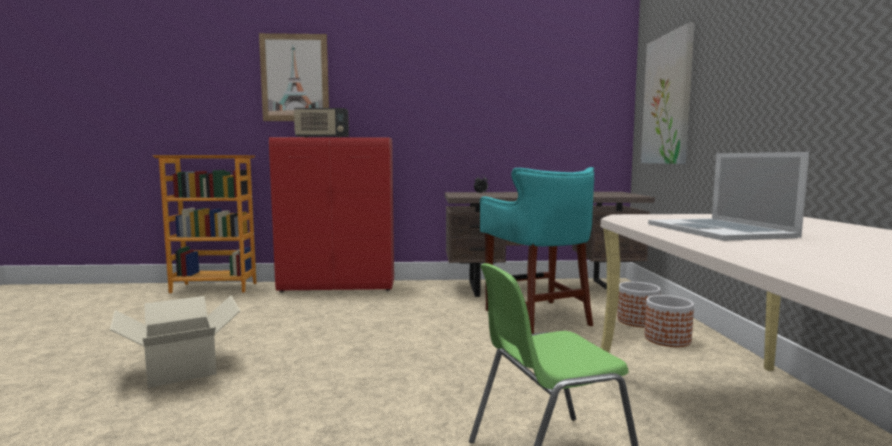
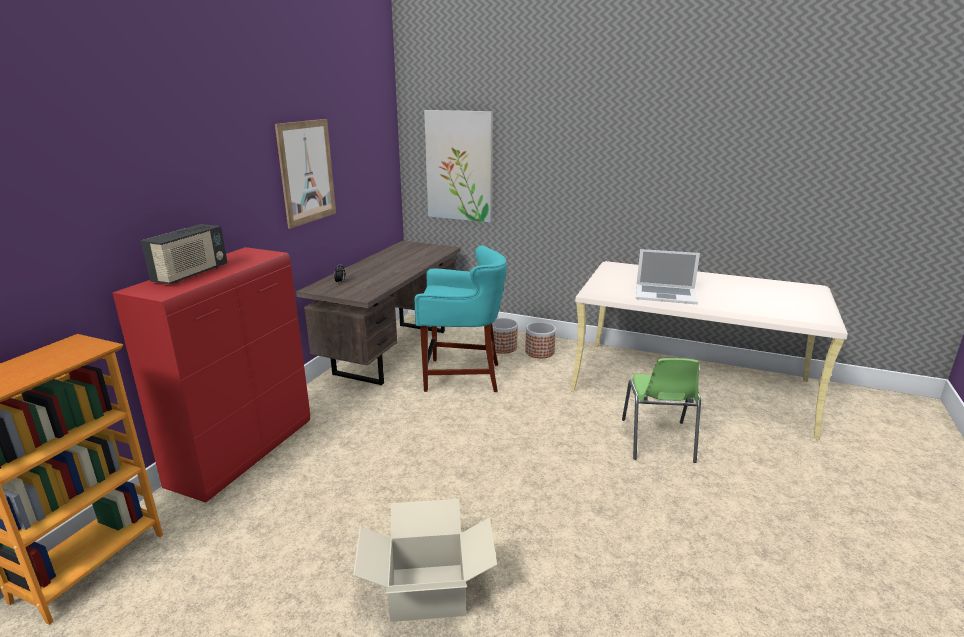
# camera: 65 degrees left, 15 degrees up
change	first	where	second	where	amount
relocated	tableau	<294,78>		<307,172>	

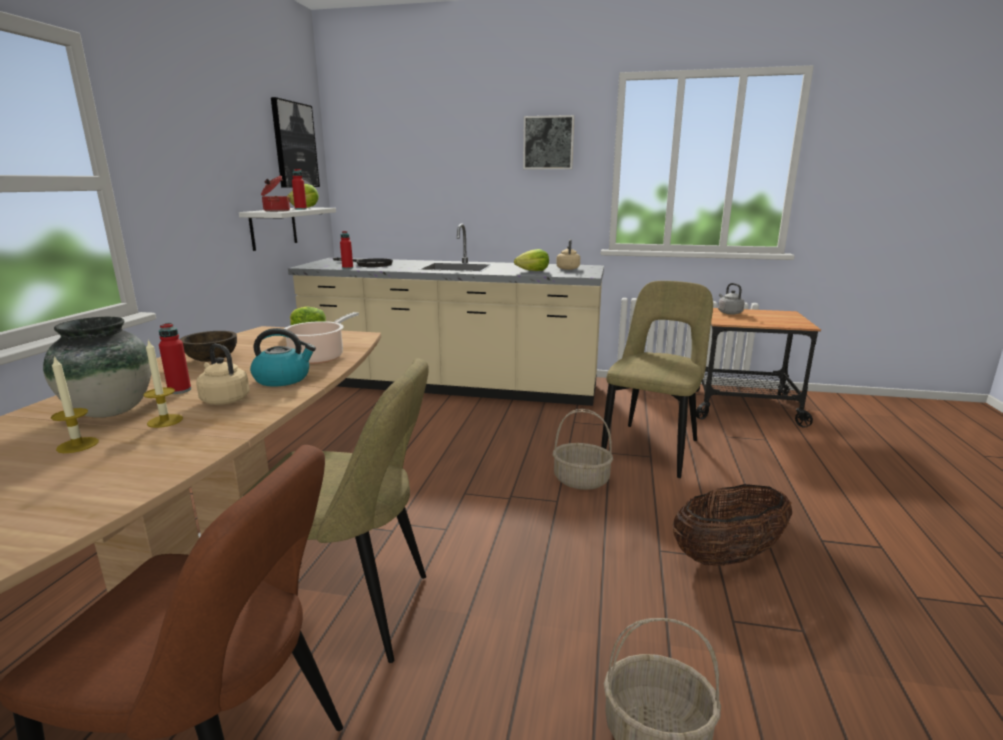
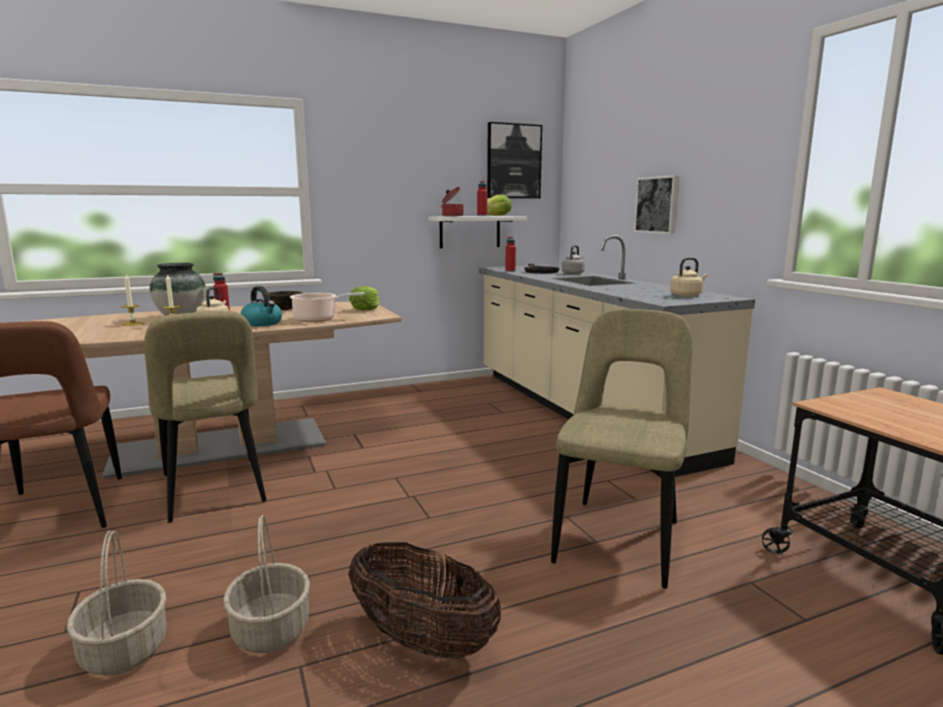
# camera: 55 degrees right, 5 degrees down
change	first	where	second	where	amount
relocated	panier	<581,480>		<271,630>	
spun	chaise (beige)	<652,448>		<620,538>	60 degrees counterclockwise
relocated	bouilloire (gris)	<729,313>		<573,273>	
relocated	tableau	<548,143>		<658,205>	
missing	laitue	<533,271>			

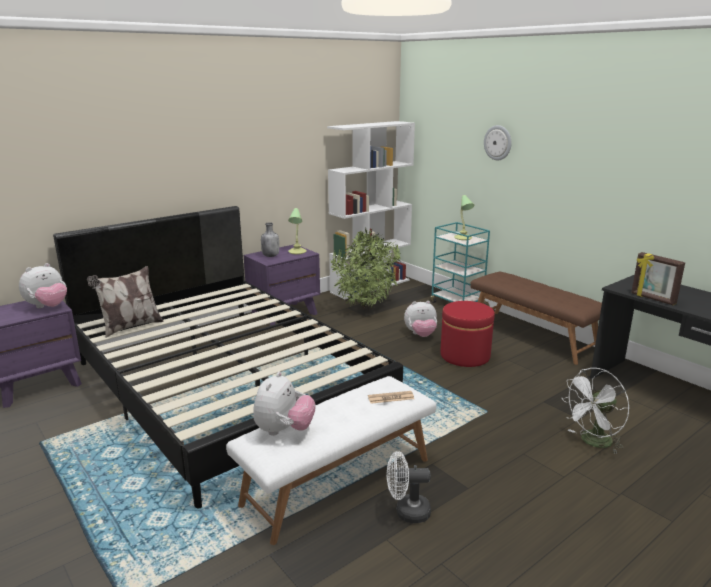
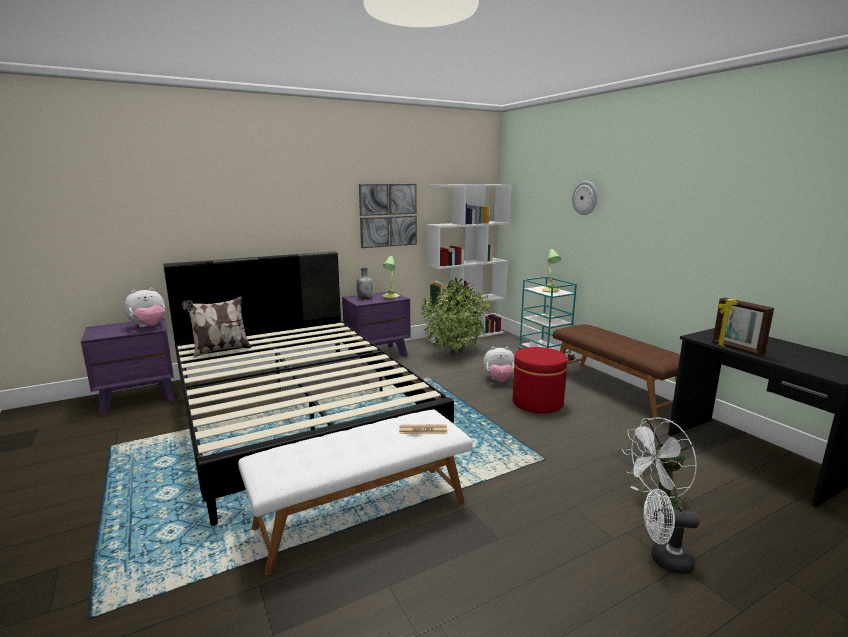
# camera: 10 degrees right, 5 degrees down
change	first	where	second	where	amount
appeared			tableau	<388,215>	
relocated	ventilateur (blanc)	<407,512>		<664,559>	
missing	peluche	<284,430>			

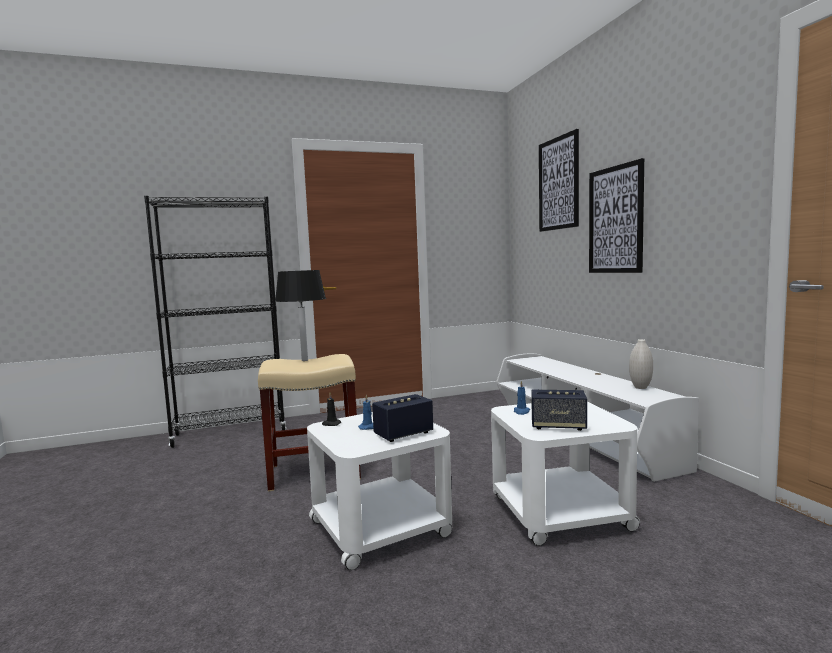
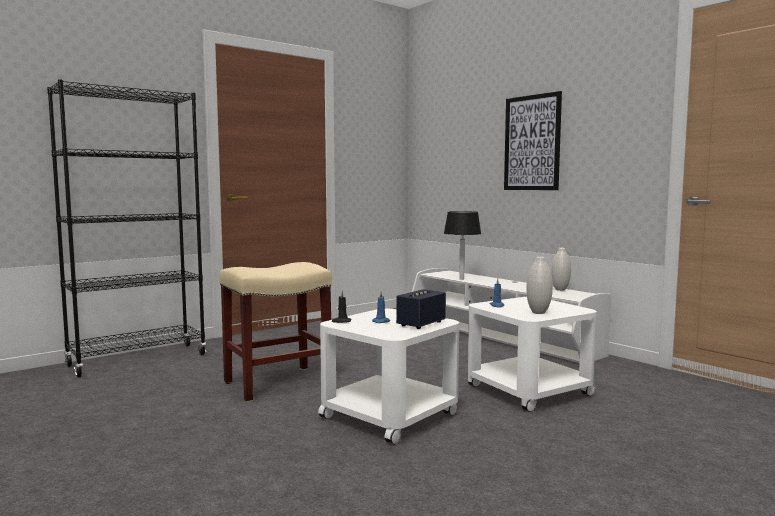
# camera: 20 degrees left, 0 degrees up
change	first	where	second	where	amount
relocated	lampe de table (noir)	<304,360>		<461,279>	
exchanged	enceinte	<558,426>	vase (blanc)	<538,312>	
missing	tableau	<558,183>			

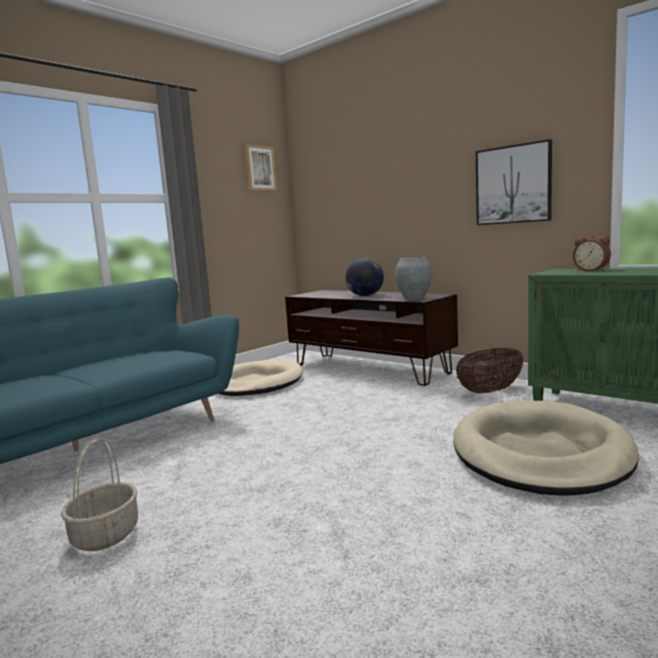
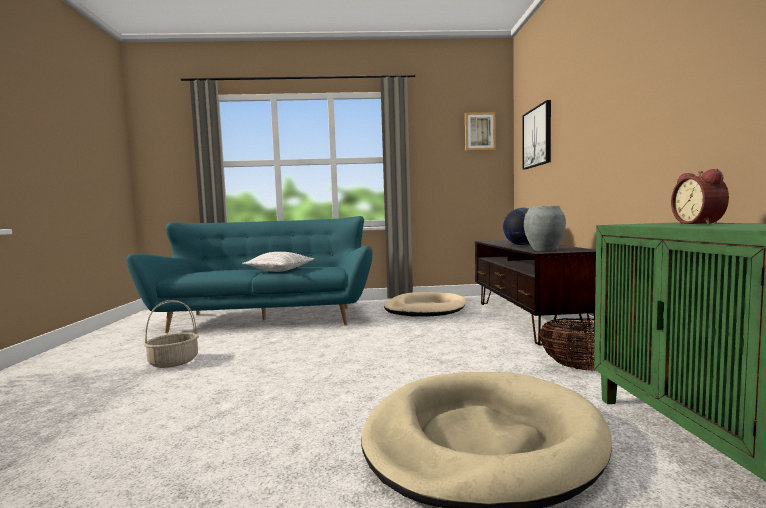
# camera: 45 degrees right, 5 degrees down
change	first	where	second	where	amount
appeared			coussin	<280,270>	
relocated	tableau	<513,184>		<537,137>	

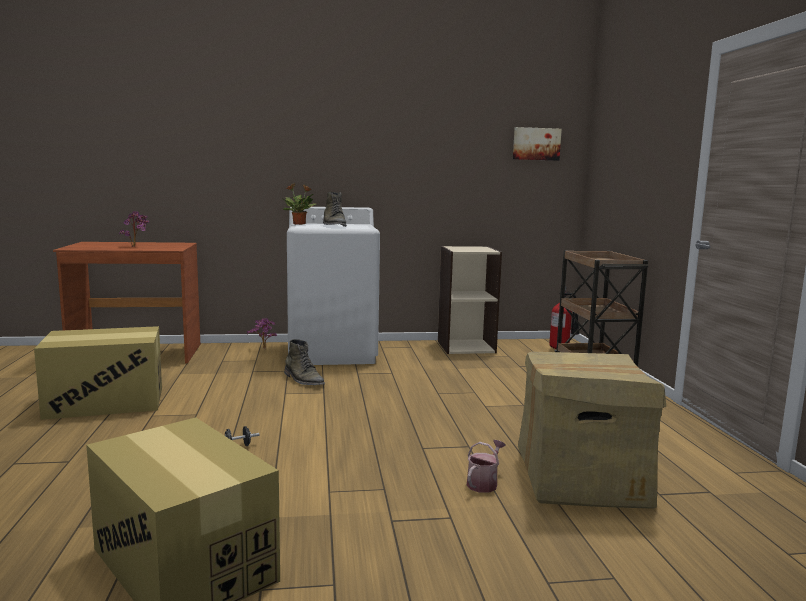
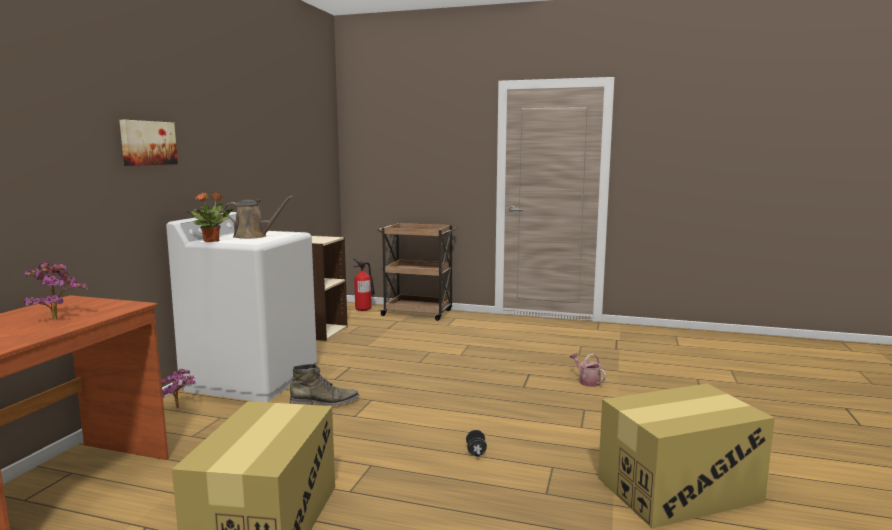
# camera: 65 degrees left, 0 degrees up
change	first	where	second	where	amount
relocated	tableau	<536,144>		<147,143>	
exchanged	botte (vert)	<334,226>	arrosoir (marron)	<253,236>	
missing	carton	<580,477>			

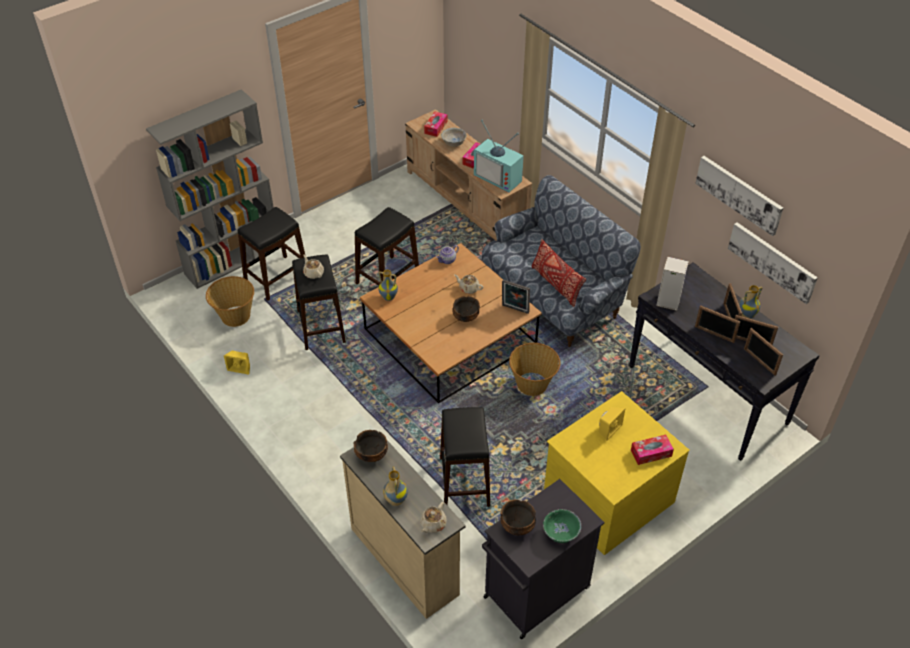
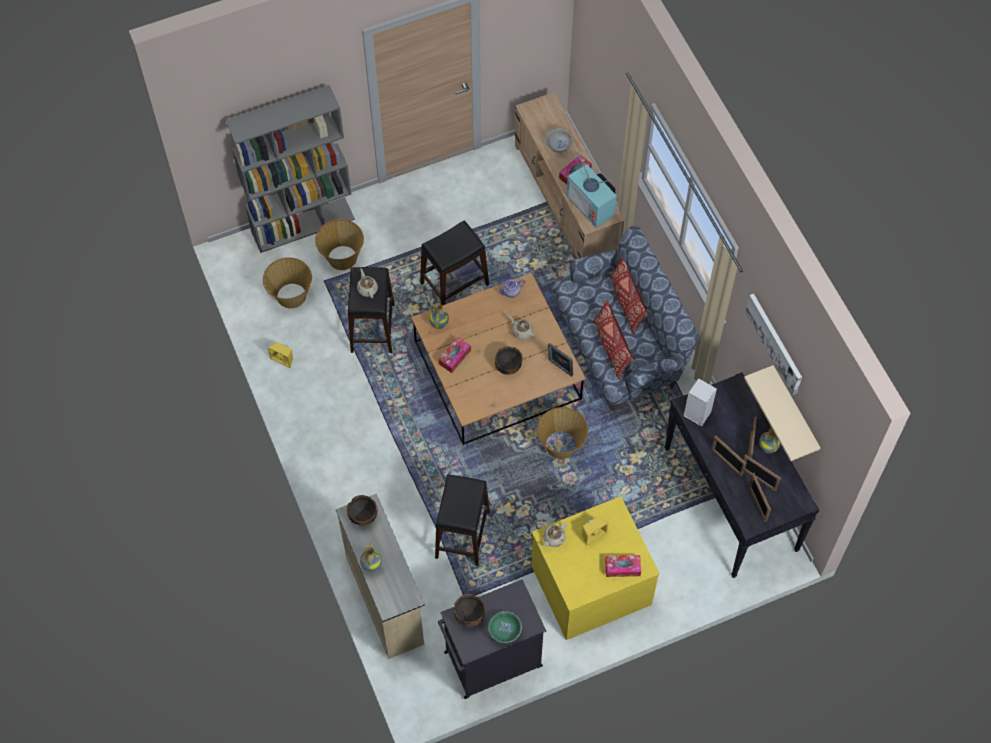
# camera: 15 degrees right, 15 degrees up
change	first	where	second	where	amount
exchanged	tabouret (noir)	<276,278>	panier	<342,257>	
relocated	boîte à mouchoirs	<435,127>		<454,357>	
relocated	théière (beige)	<432,524>		<553,538>	
appeared			coussin (rouge)	<627,303>	
exchanged	tableau	<772,261>	étagère (beige)	<794,413>	

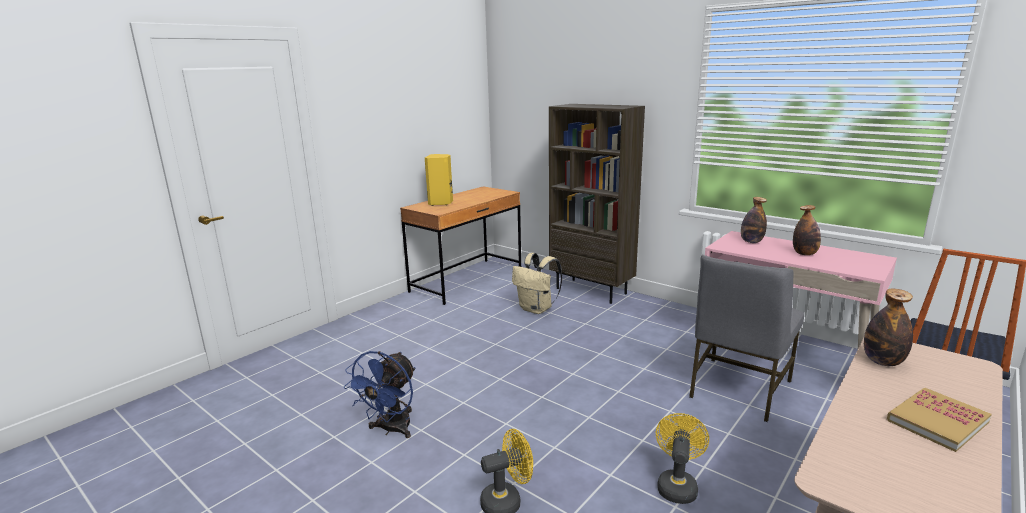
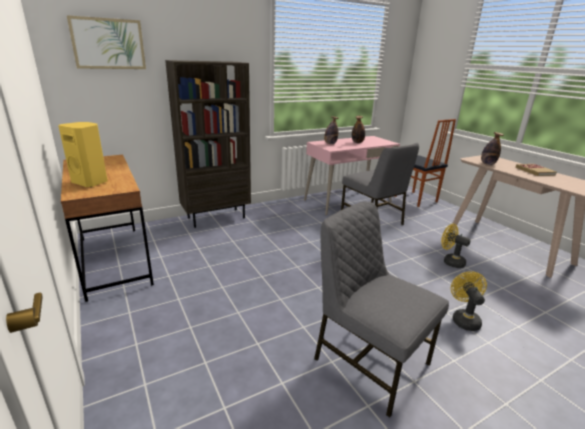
# camera: 70 degrees left, 5 degrees up
change	first	where	second	where	amount
appeared			tableau	<108,44>	
exchanged	ventilateur (bleu)	<391,430>	chaise (gris)	<369,361>	
missing	sac à dos (beige)	<537,309>			

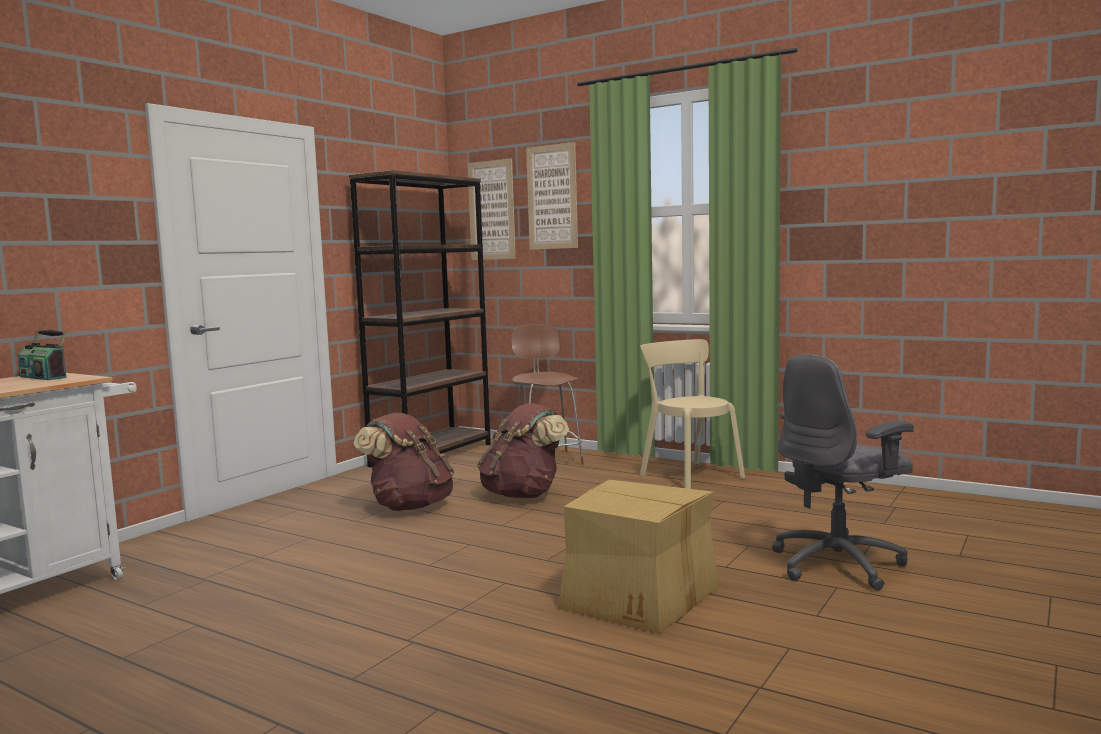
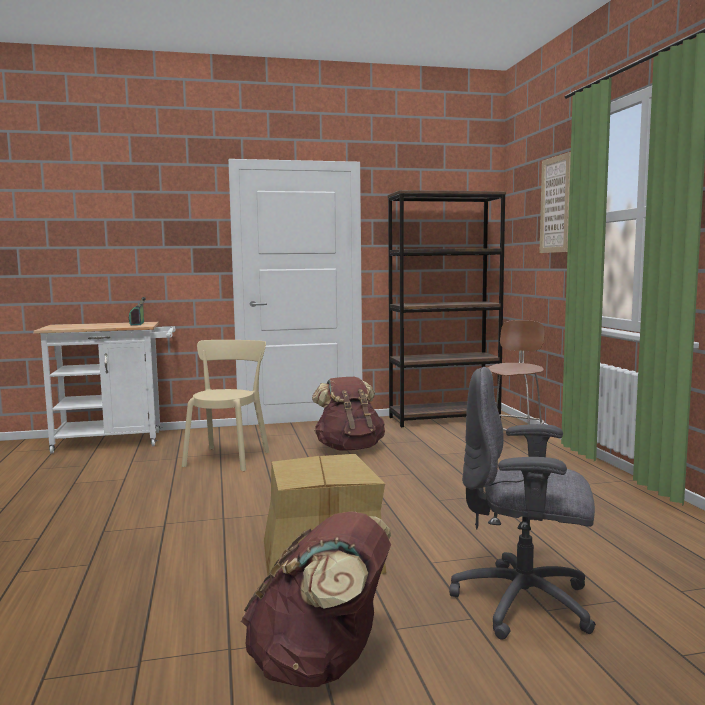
# camera: 45 degrees right, 0 degrees up
change	first	where	second	where	amount
relocated	chaise (beige)	<688,475>		<228,458>	
relocated	sac à dos (marron)	<523,495>		<321,665>	
missing	tableau	<491,210>			

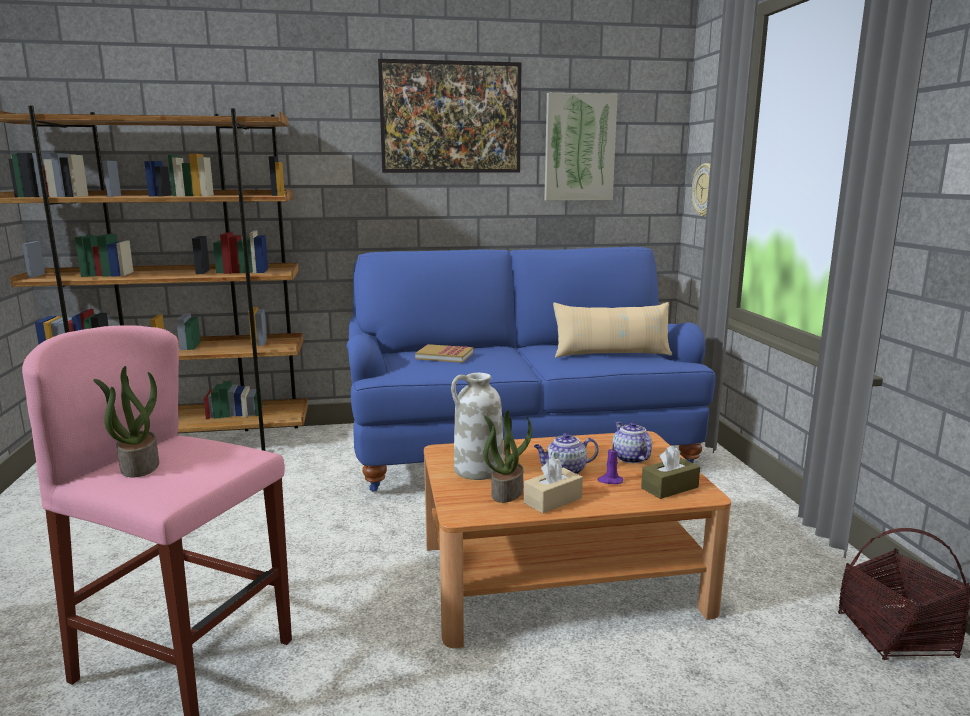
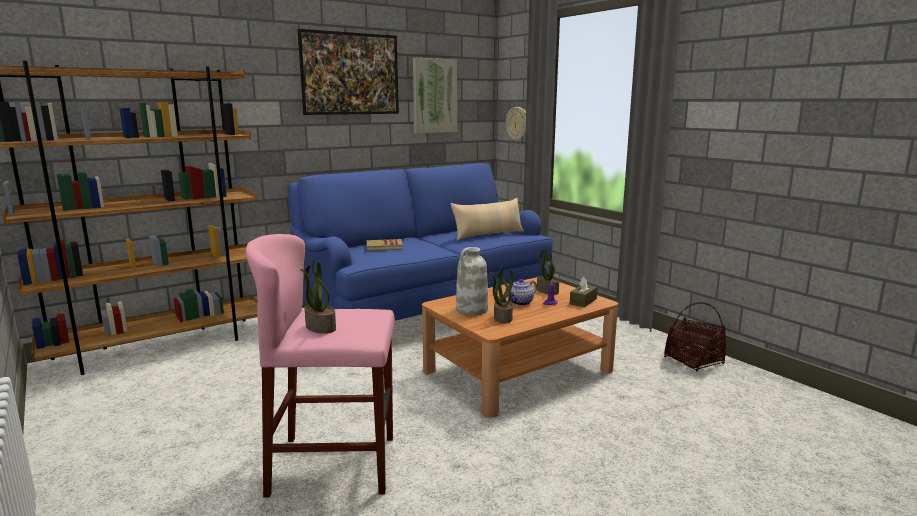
# camera: 25 degrees left, 0 degrees up
change	first	where	second	where	amount
exchanged	théière	<630,458>	plante en pot	<547,291>	
missing	boîte à mouchoirs (beige)	<553,500>			

